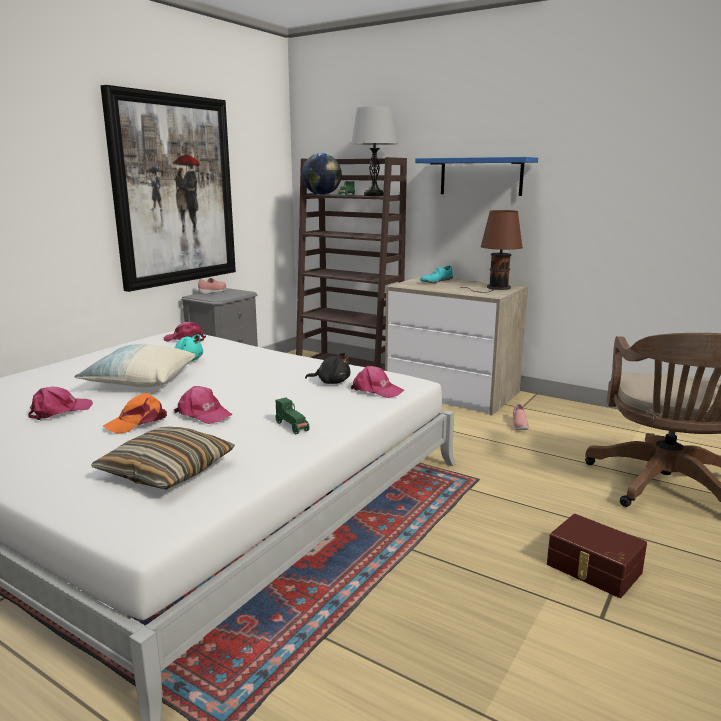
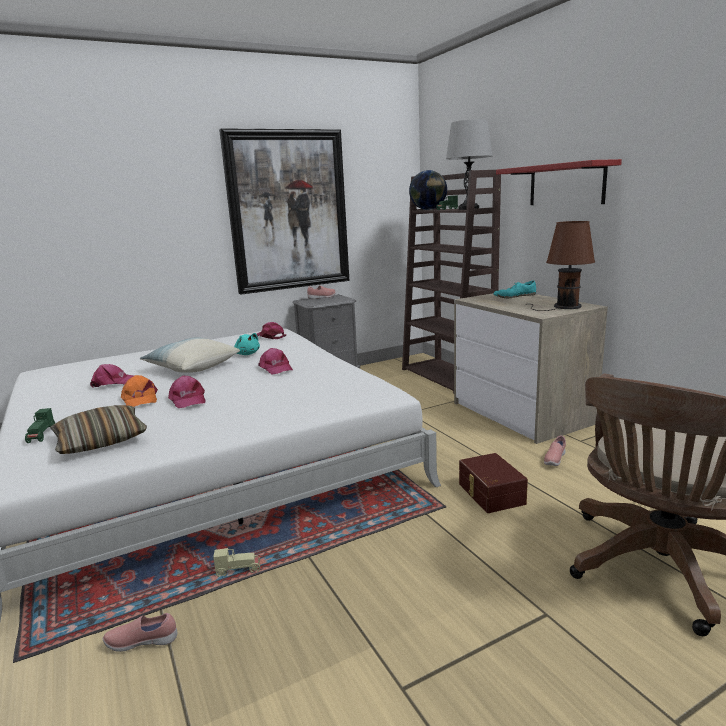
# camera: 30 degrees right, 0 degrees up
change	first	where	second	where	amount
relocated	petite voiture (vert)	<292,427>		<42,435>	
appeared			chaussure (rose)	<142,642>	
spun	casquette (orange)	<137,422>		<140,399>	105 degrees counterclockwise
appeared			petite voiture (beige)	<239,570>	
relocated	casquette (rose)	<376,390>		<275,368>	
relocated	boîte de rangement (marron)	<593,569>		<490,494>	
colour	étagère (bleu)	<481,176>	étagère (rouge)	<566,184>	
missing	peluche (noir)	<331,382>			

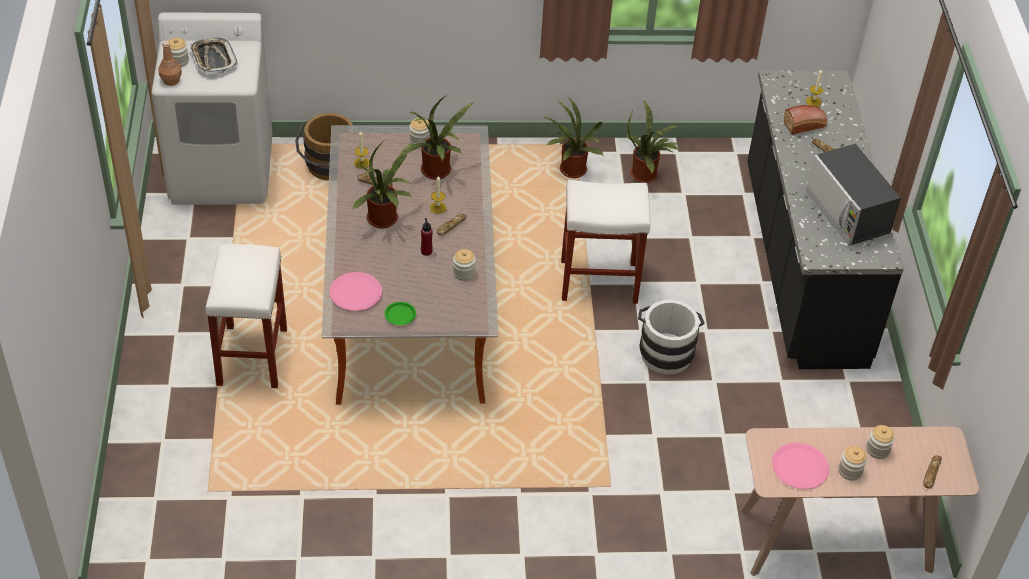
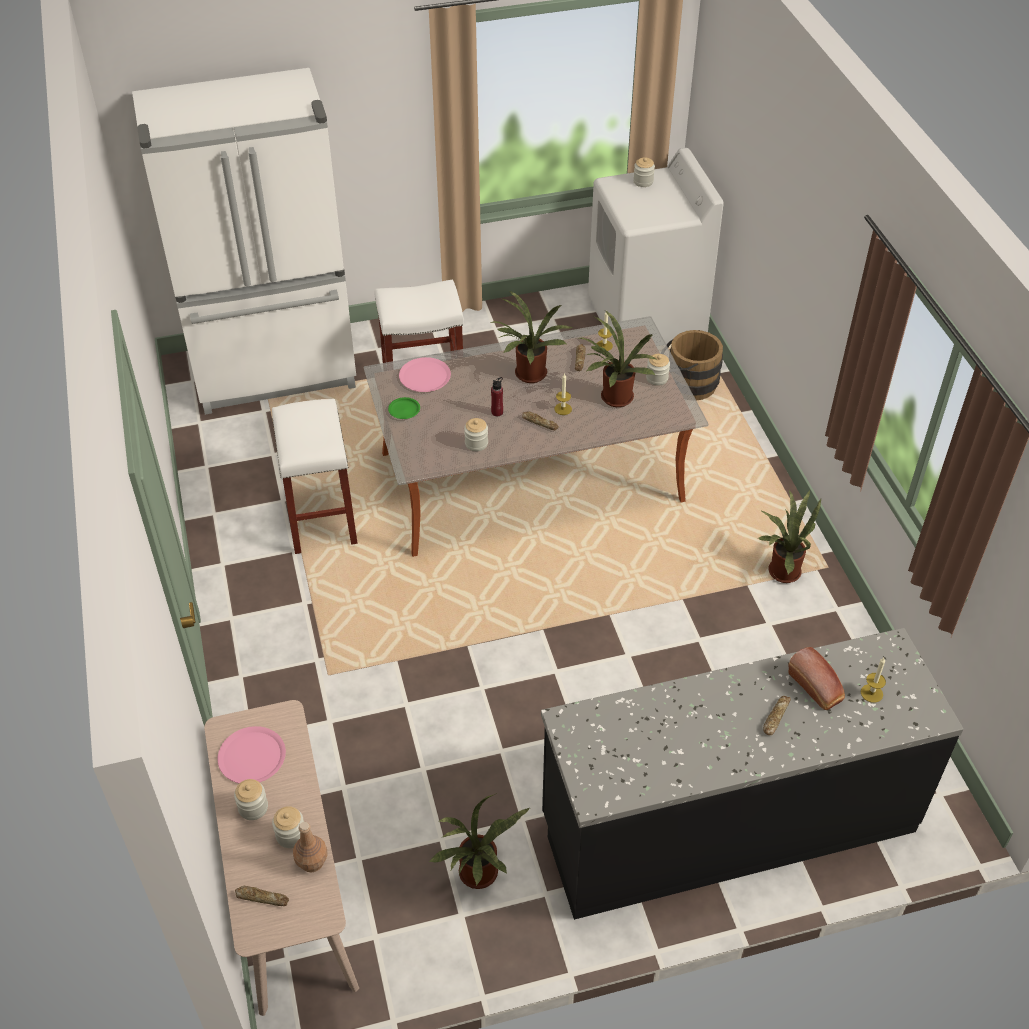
# camera: 80 degrees right, 0 degrees up
change	first	where	second	where	amount
appeared			réfrigérateur (blanc)	<275,371>	
relocated	tabouret (blanc)	<597,282>		<320,518>	
relocated	bouteille (marron)	<171,81>		<311,862>	
relocated	plante en pot	<646,175>		<479,876>	
missing	plateau	<213,59>			
missing	seau (blanc)	<665,350>			
missing	micro-ondes	<847,213>			

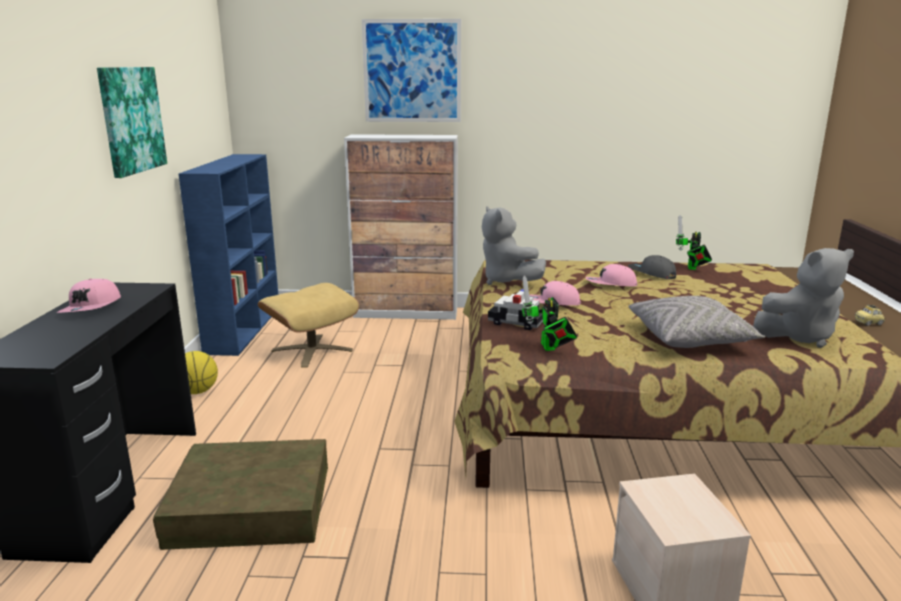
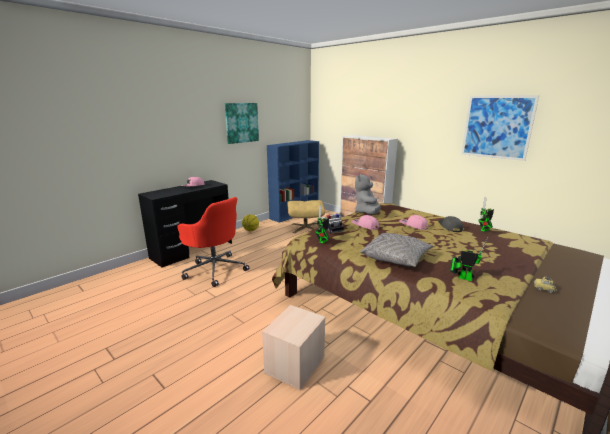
# camera: 40 degrees right, 0 degrees up
change	first	where	second	where	amount
exchanged	boîte de rangement (marron)	<251,505>	chaise de bureau (rouge)	<215,269>	
exchanged	peluche (gris)	<799,337>	robot jouet	<462,277>	
relocated	tableau	<412,71>		<497,127>	

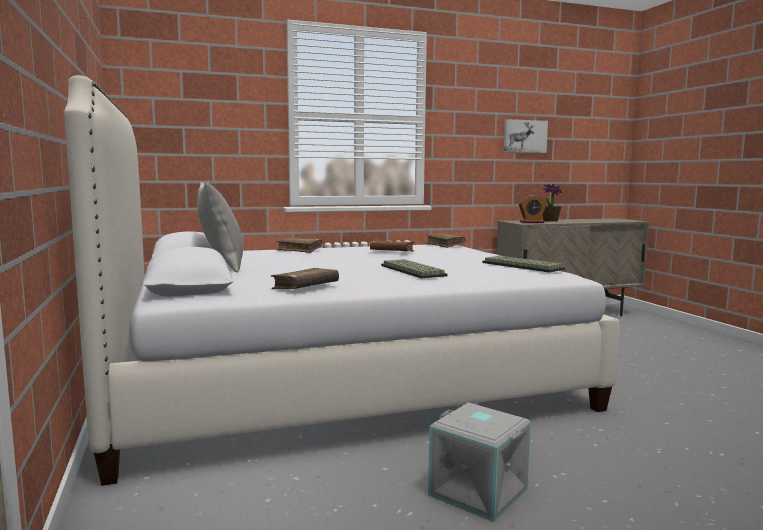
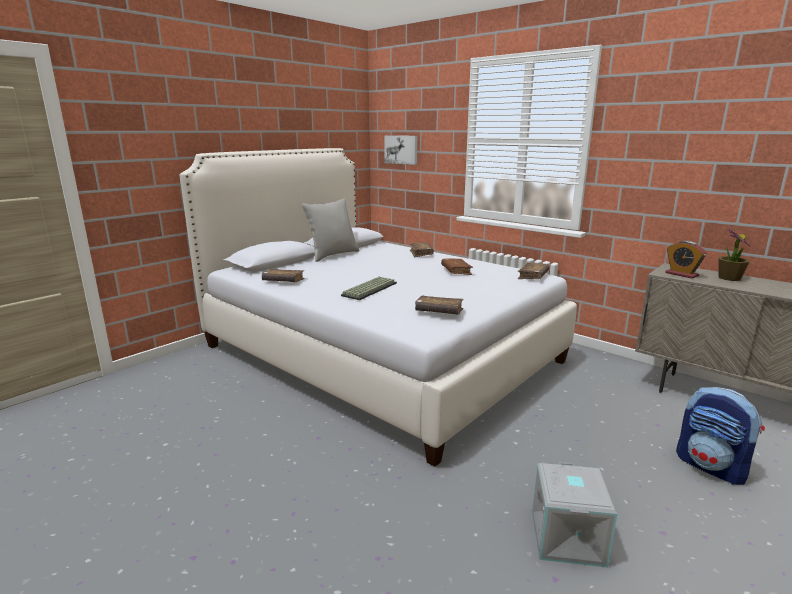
# camera: 60 degrees right, 10 degrees up
change	first	where	second	where	amount
relocated	tableau	<524,136>		<401,149>	
exchanged	clavier	<520,266>	livre (marron)	<439,311>	
relocated	boîte de rangement (gris)	<479,491>		<569,538>	
appeared			sac à dos	<712,467>	

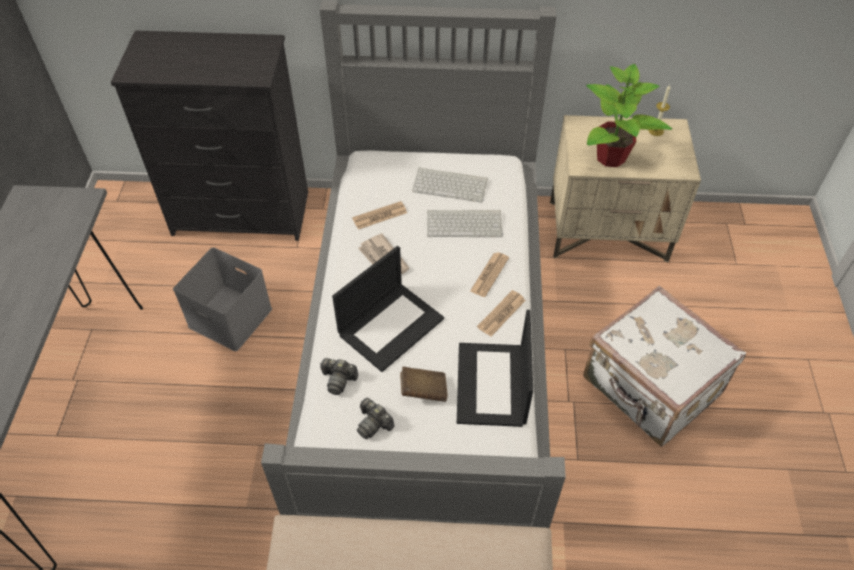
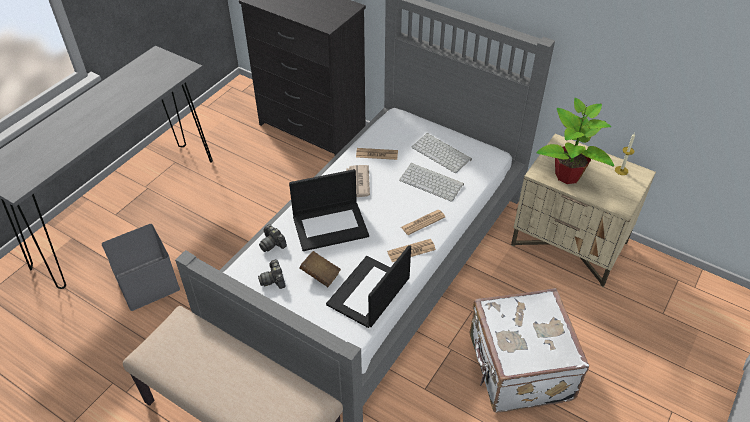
# camera: 30 degrees right, 5 degrees down
change	first	where	second	where	amount
relocated	boîte de rangement (gris)	<232,317>		<149,283>	

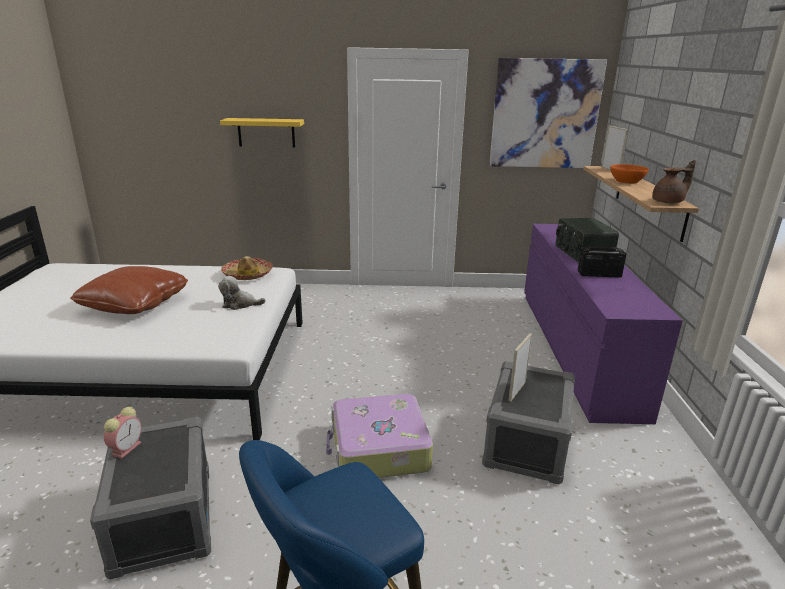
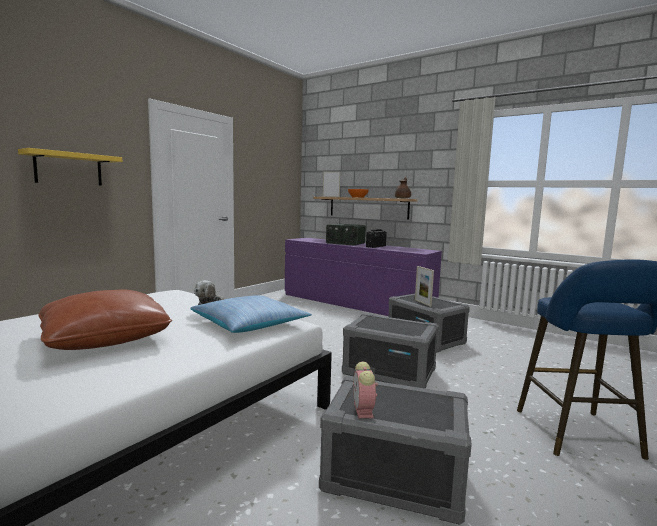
# camera: 55 degrees left, 15 degrees down
change	first	where	second	where	amount
appeared			coussin	<250,324>	
exchanged	valise	<378,449>	boîte de rangement (gris)	<389,371>	
spun	réveil	<127,447>		<364,411>	150 degrees counterclockwise
missing	chapeau	<248,275>			
missing	tableau	<545,114>			

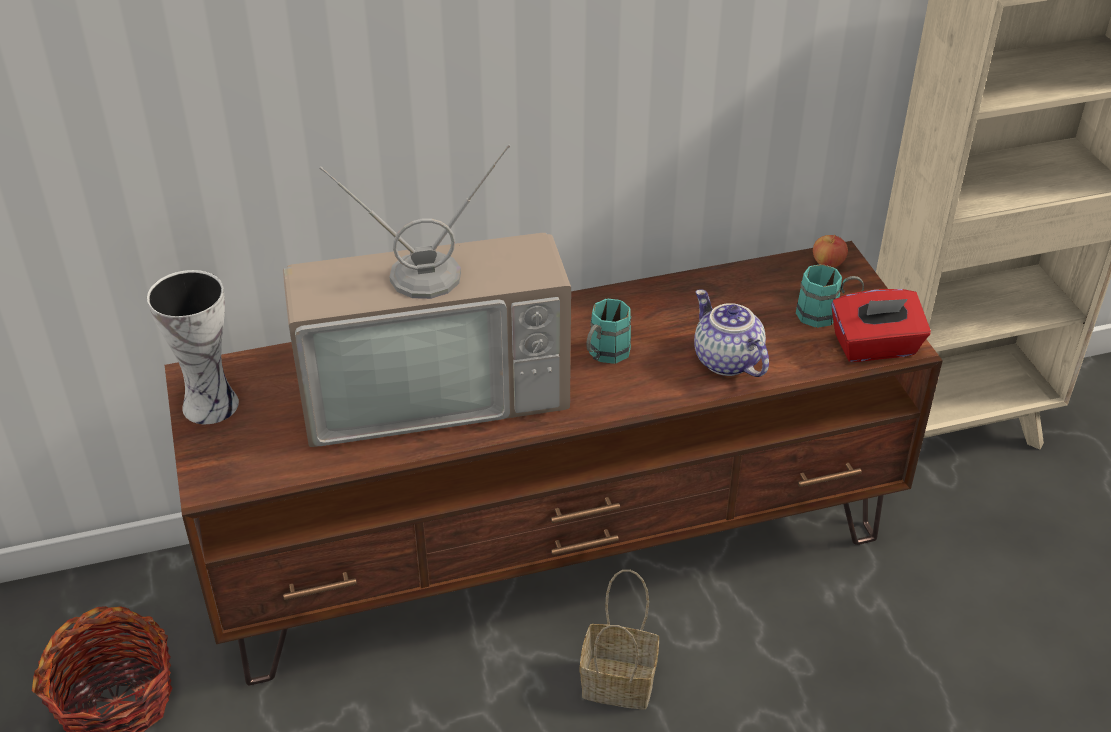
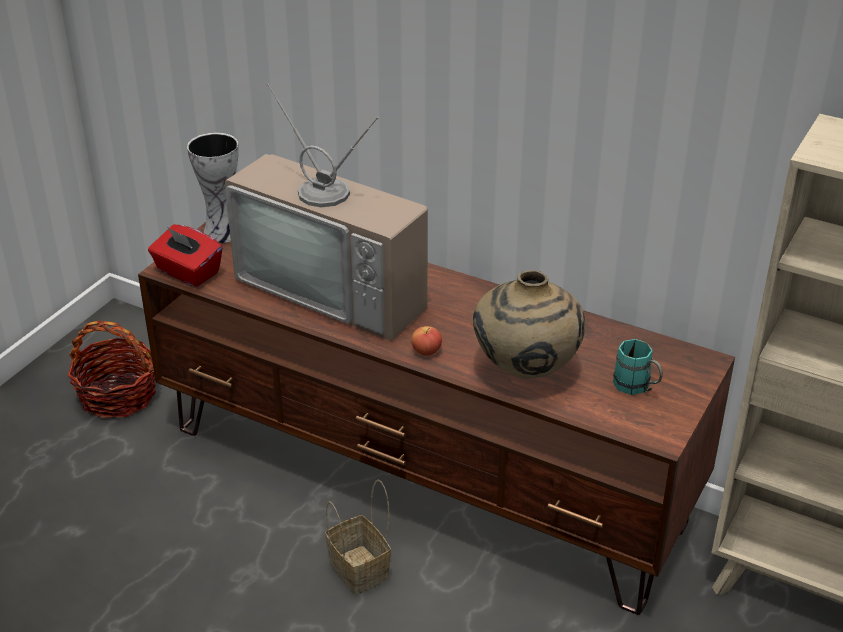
# camera: 45 degrees right, 5 degrees down
change	first	where	second	where	amount
relocated	boîte à mouchoirs (rouge)	<875,347>		<187,272>	
relocated	pomme	<828,263>		<426,351>	
exchanged	théière	<725,361>	vase (beige)	<525,372>	
missing	mug (turquoise)	<604,355>			

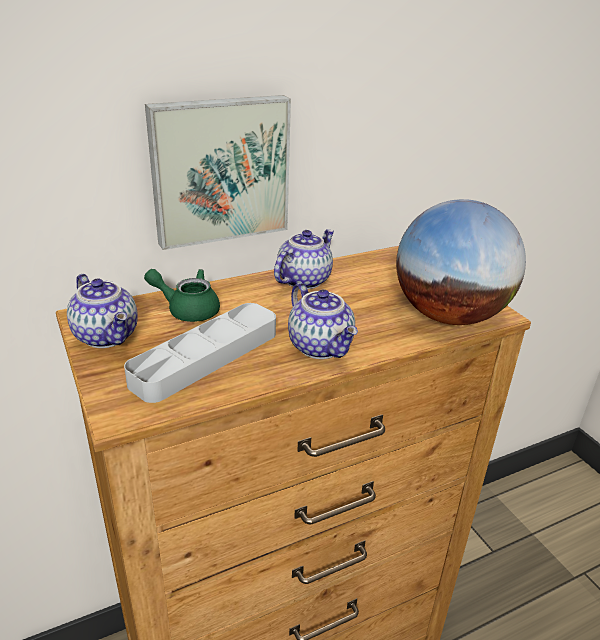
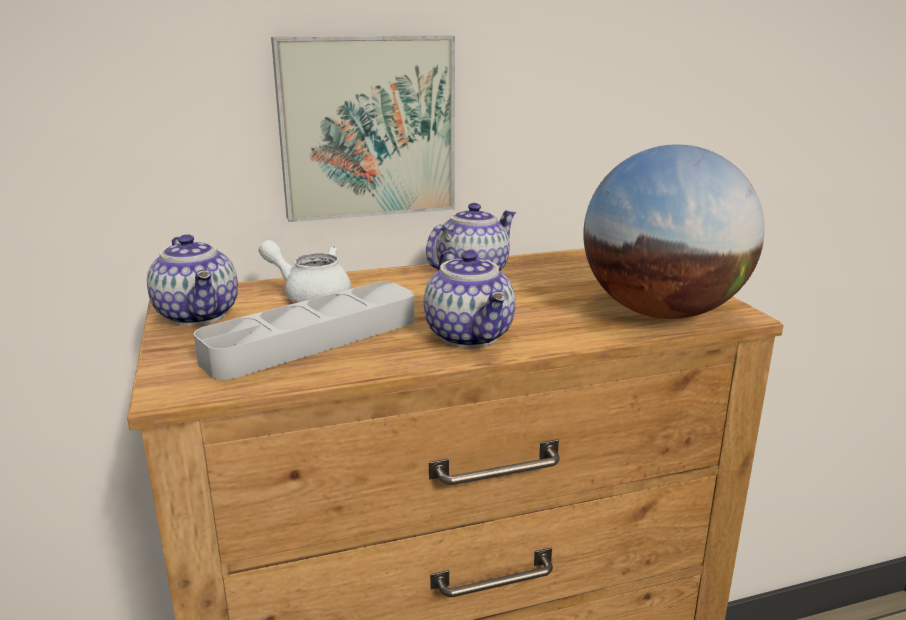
# camera: 10 degrees right, 10 degrees down
change	first	where	second	where	amount
colour	théière (vert)	<187,309>	théière (blanc)	<310,295>	

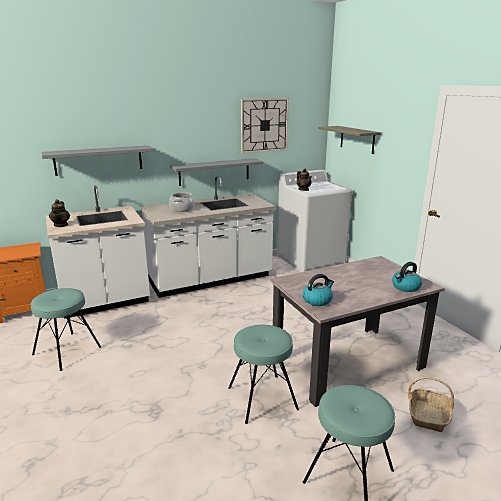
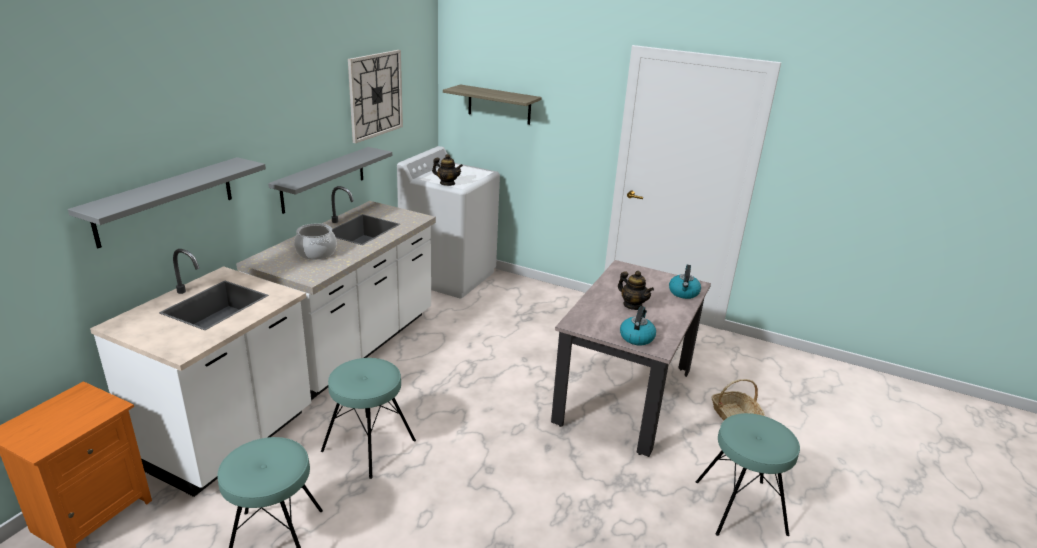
# camera: 40 degrees left, 5 degrees up
change	first	where	second	where	amount
relocated	tabouret (turquoise)	<262,398>		<369,445>	
relocated	théière	<61,225>		<633,305>	

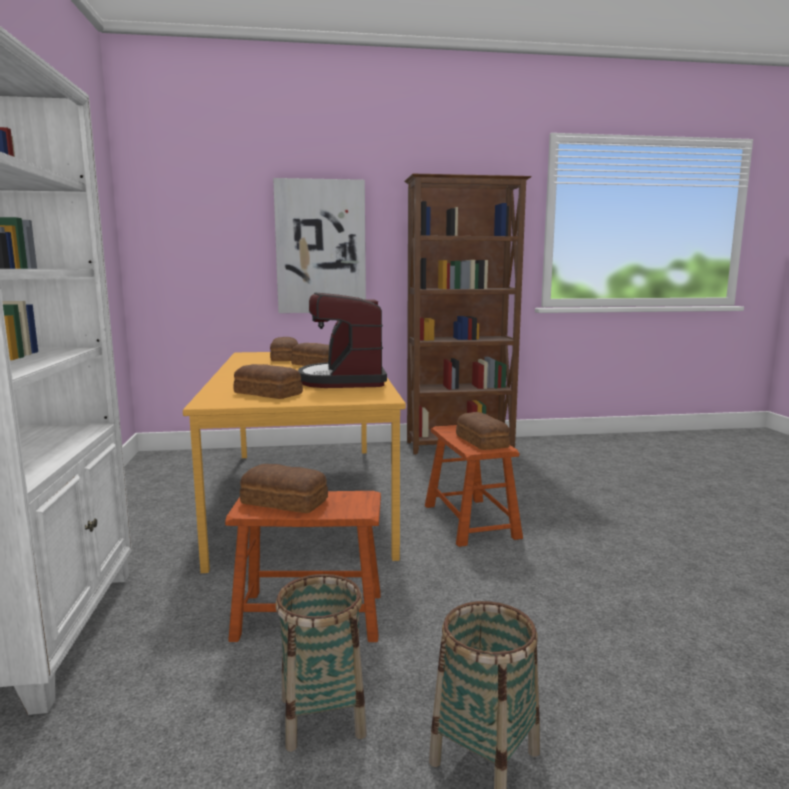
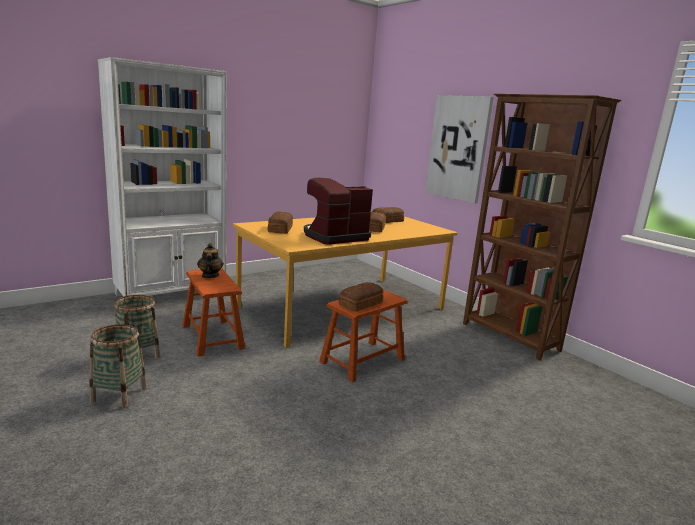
# camera: 60 degrees right, 5 degrees up
change	first	where	second	where	amount
exchanged	pain	<284,502>	théière	<210,276>	

